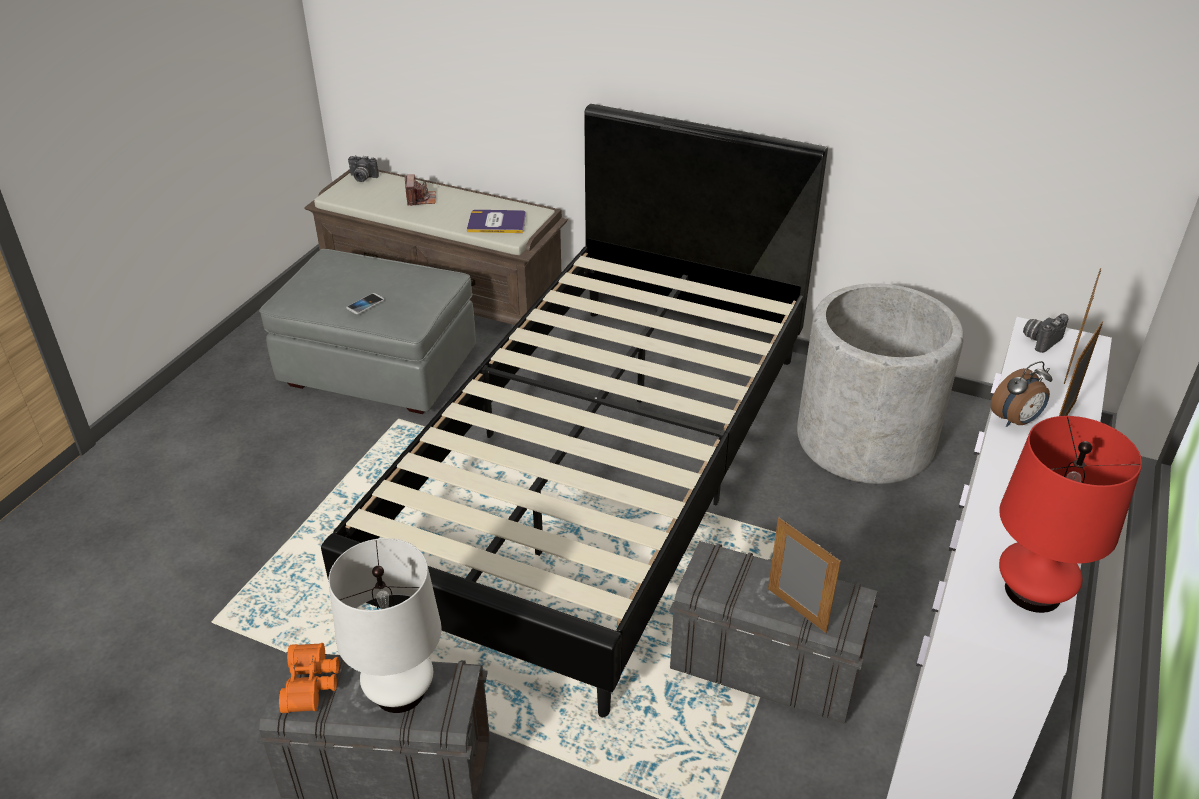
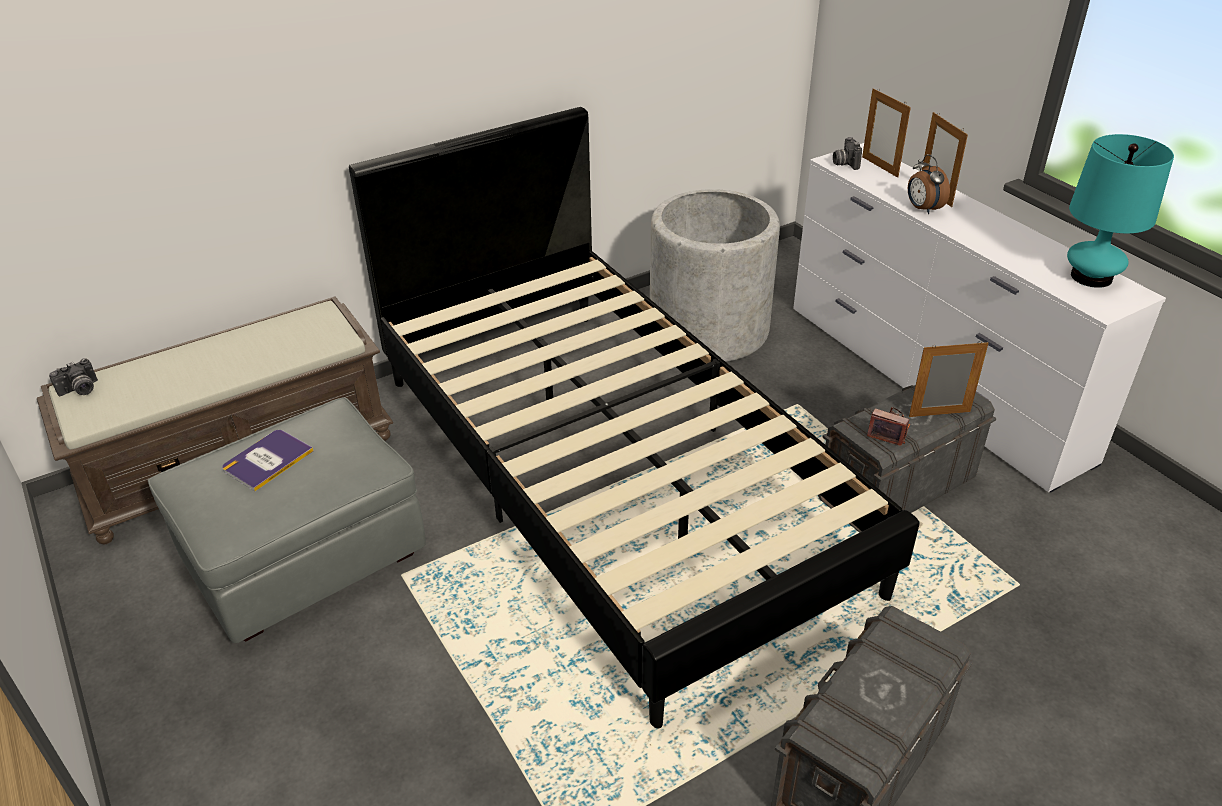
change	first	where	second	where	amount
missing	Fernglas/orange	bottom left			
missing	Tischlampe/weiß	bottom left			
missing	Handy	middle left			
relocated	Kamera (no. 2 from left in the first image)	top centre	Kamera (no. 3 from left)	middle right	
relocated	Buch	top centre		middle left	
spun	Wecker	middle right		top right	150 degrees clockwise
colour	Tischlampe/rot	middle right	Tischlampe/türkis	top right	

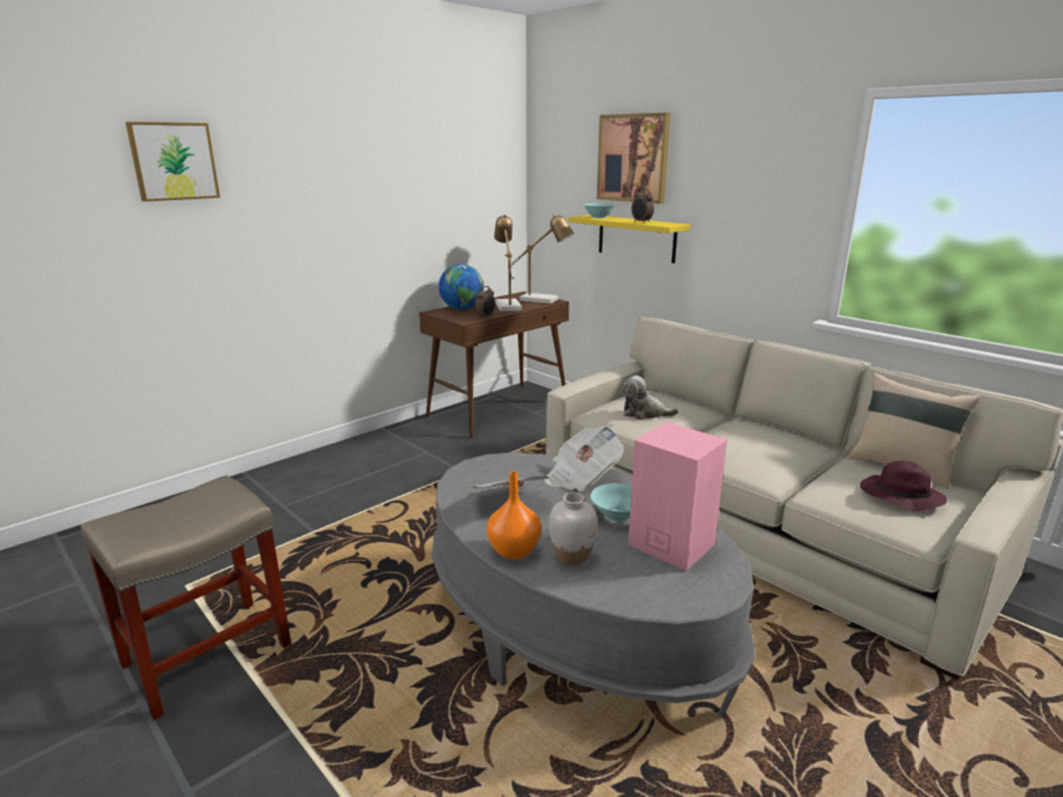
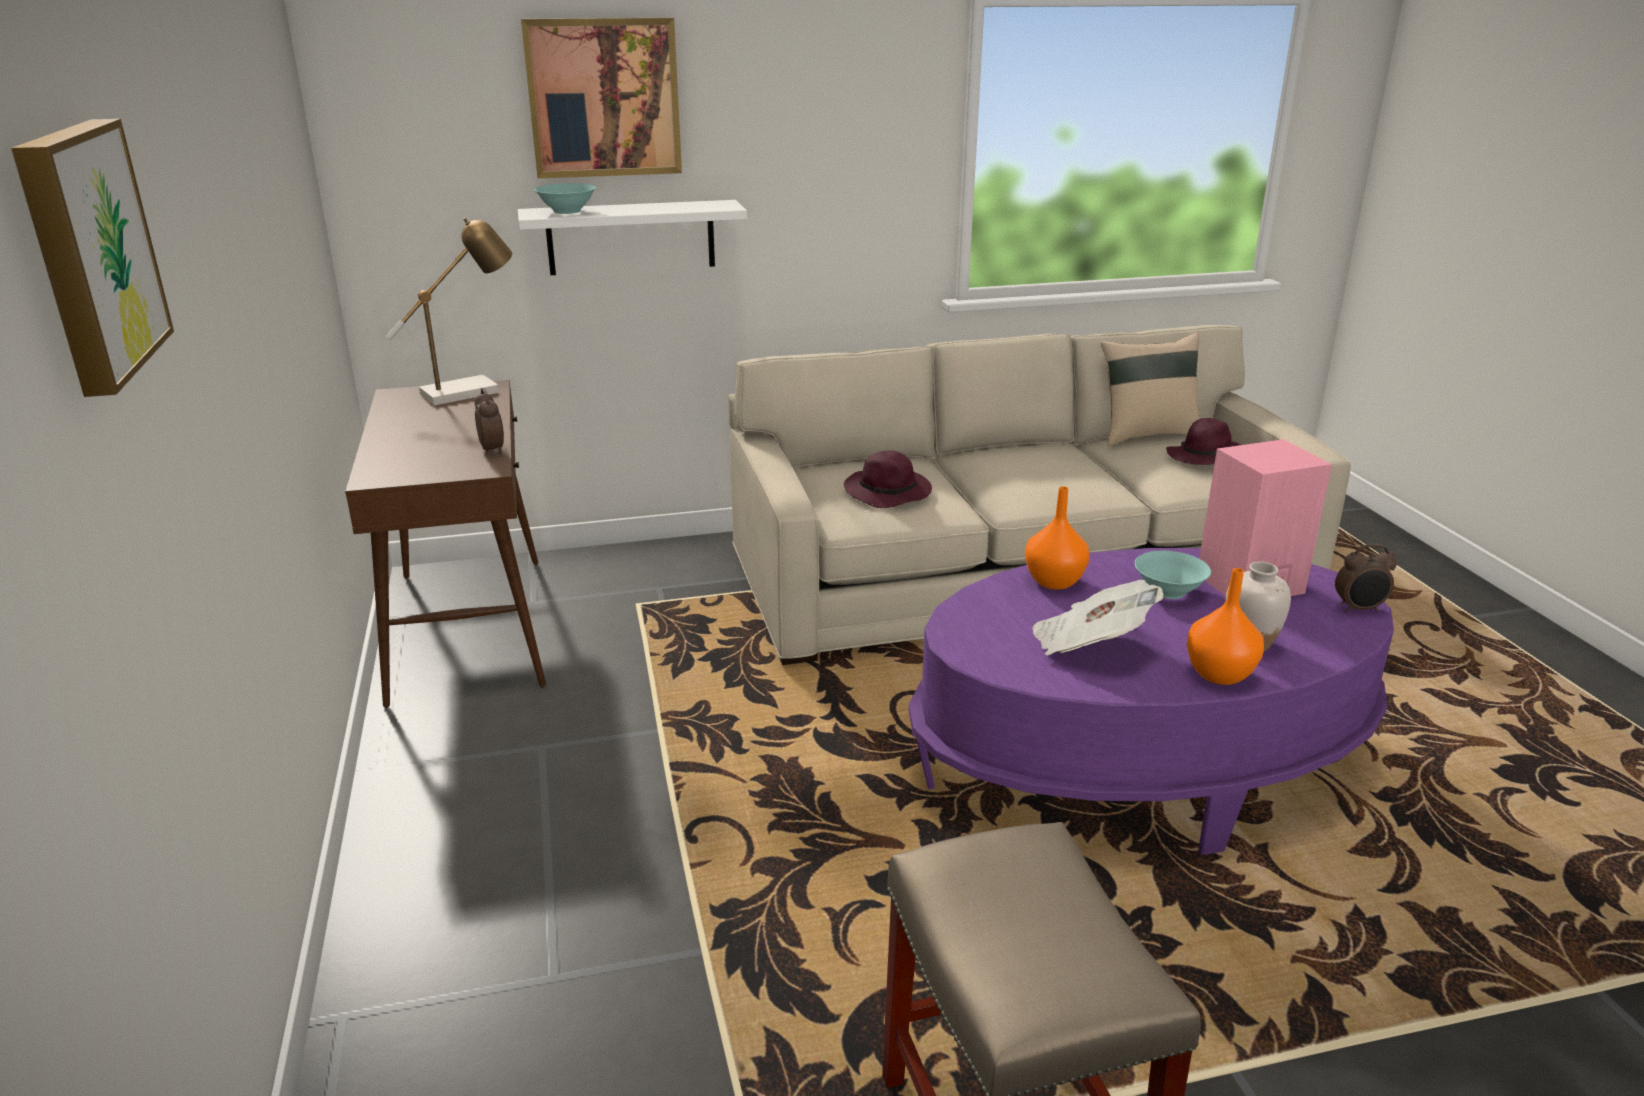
change	first	where	second	where	amount
colour	Couchtisch/grau	bottom centre	Couchtisch/lila	middle right	
missing	Globus	centre			
missing	Tischlampe (no. 1 from left)	top centre			
exchanged	Zeitung (no. 2 from left)	centre	Vase/orange (no. 1 from left)	centre	
colour	Wandregal/gelb	top centre	Wandregal/weiß	top centre	
exchanged	Plüschtier	centre	Hut/lila (no. 1 from left)	centre	
relocated	Wecker (no. 2 from left)	top centre		middle right	

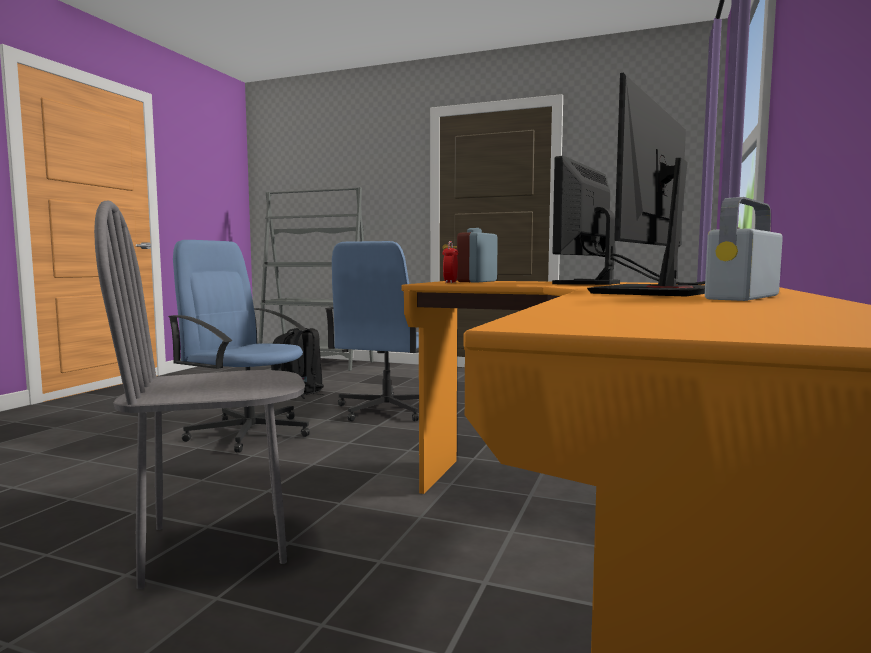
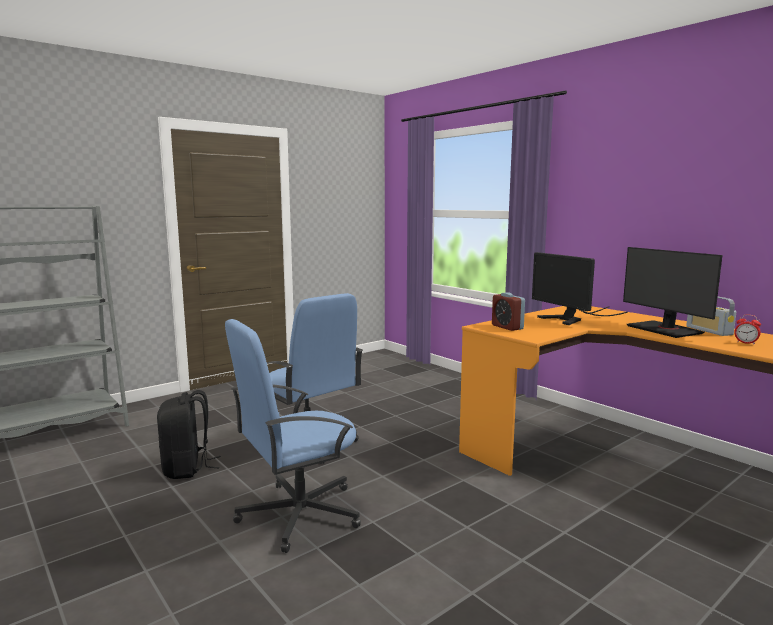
change	first	where	second	where	amount
missing	Stuhl/grau	middle left			
relocated	Wecker (no. 1 from left in the first image)	centre	Wecker (no. 2 from left)	middle right	

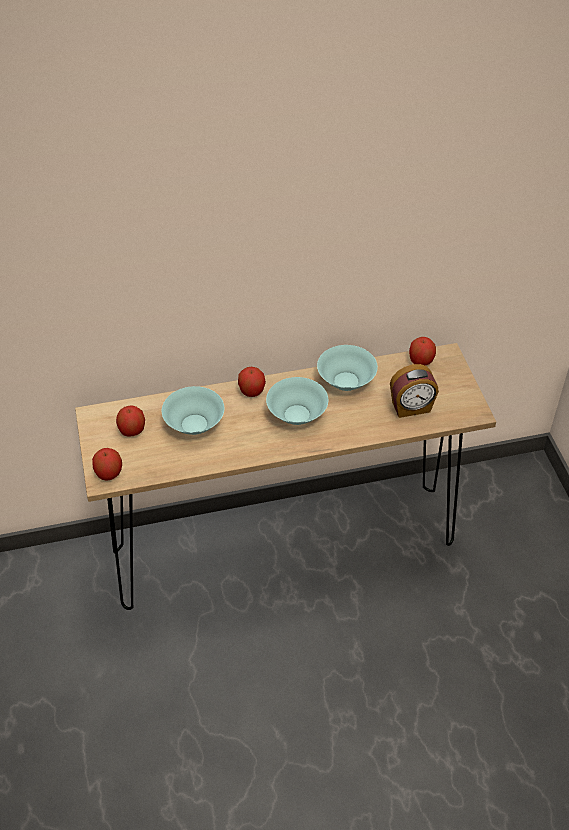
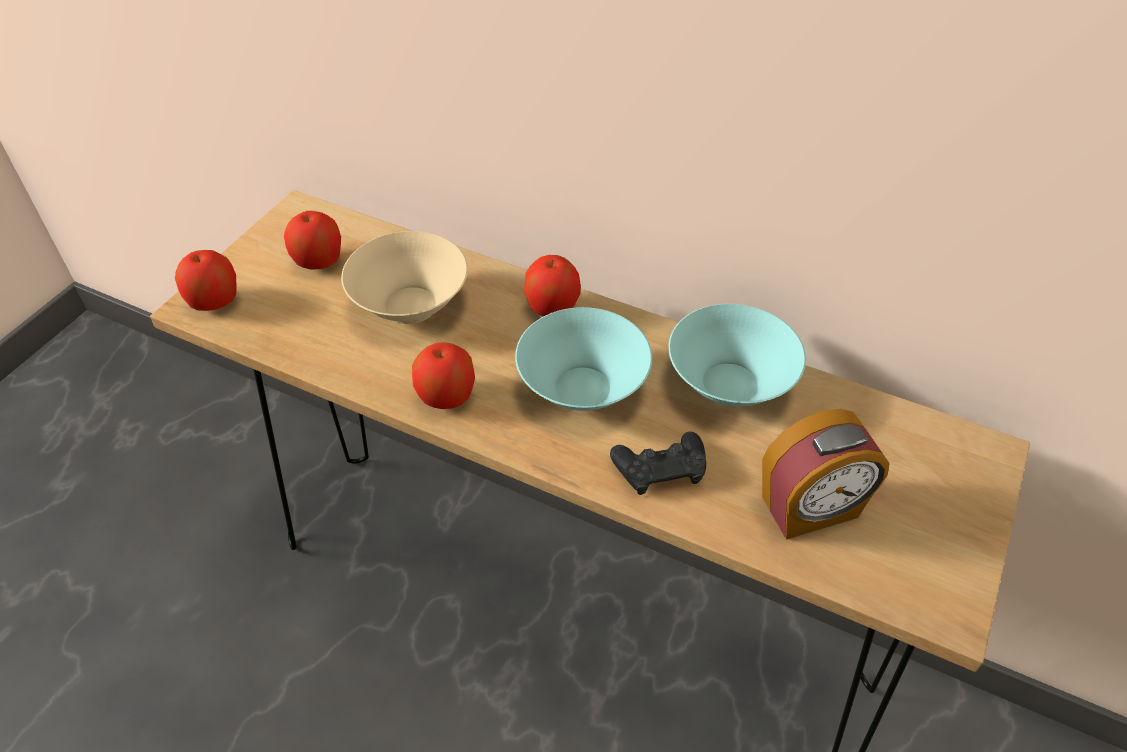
change	first	where	second	where	amount
colour	Schüssel/türkis (no. 1 from left)	centre	Schüssel/beige	centre	
spun	Wecker	middle right		middle right	45 degrees counterclockwise
relocated	Apfel (no. 4 from left in the first image)	middle right	Apfel (no. 3 from left)	centre	
appeared			Gamepad/schwarz	centre	

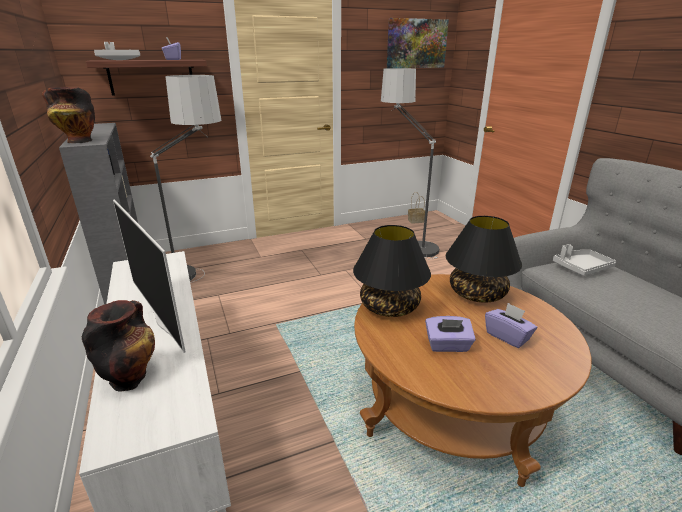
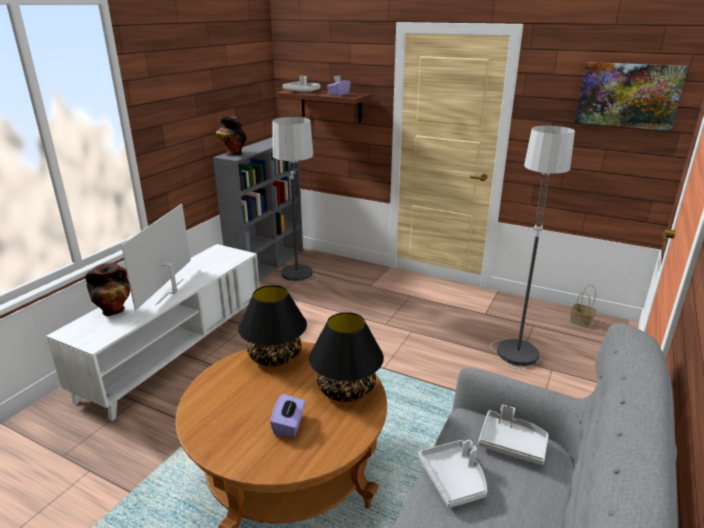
change	first	where	second	where	amount
missing	Taschentuchbox/lila (no. 2 from left)	centre			
appeared			Tablett/grau (no. 2 from left)	bottom centre	

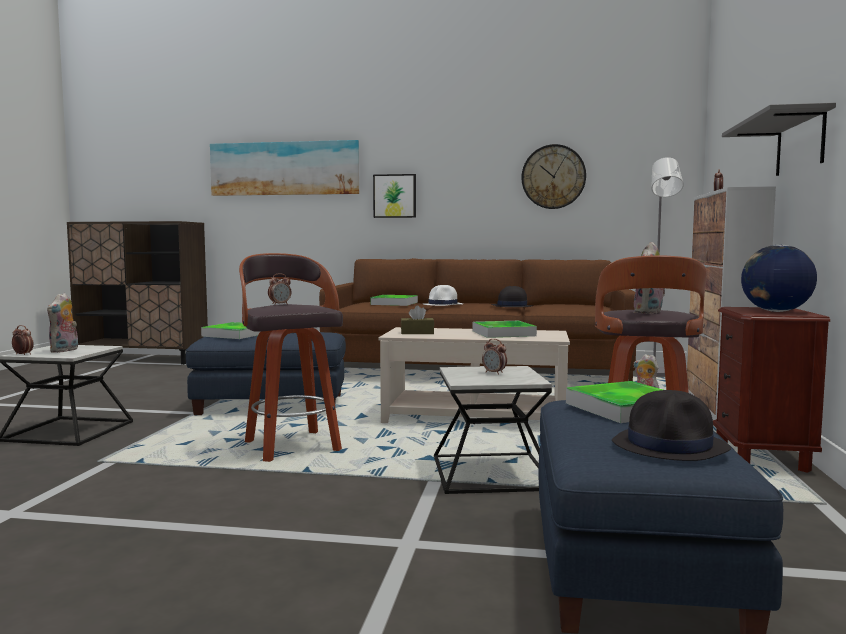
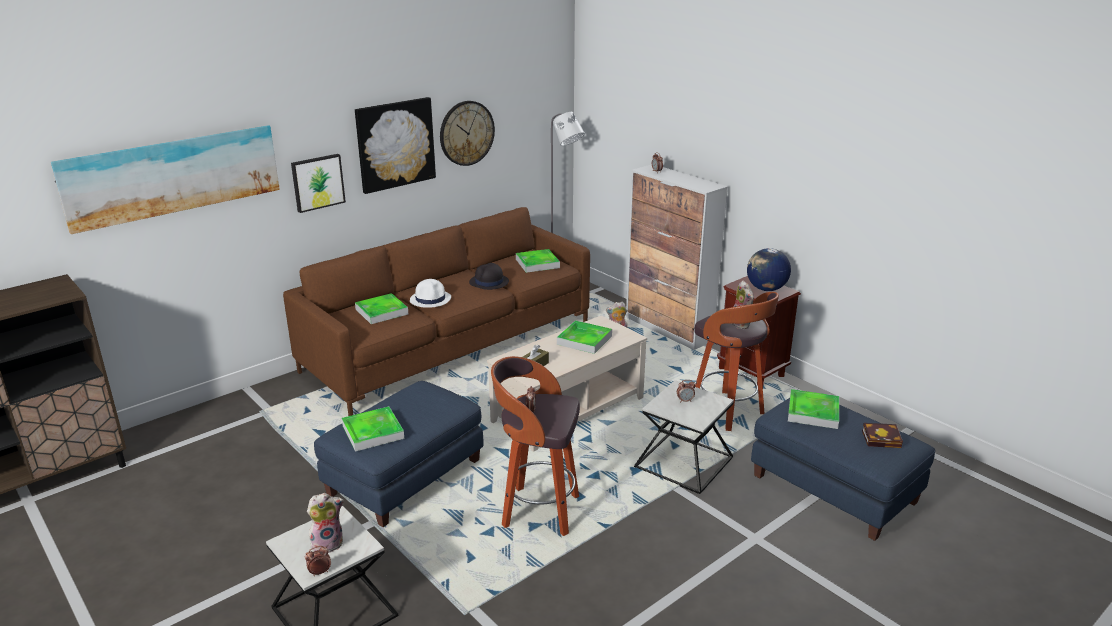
change	first	where	second	where	amount
spun	Plüschtier (no. 1 from left)	middle left		bottom left	75 degrees counterclockwise
exchanged	Hut/schwarz (no. 2 from left)	bottom right	Buch	bottom right	
missing	Wandregal/grau	top right			
appeared			Bild (no. 3 from left)	top centre	
appeared			Tablett (no. 3 from left)	centre	

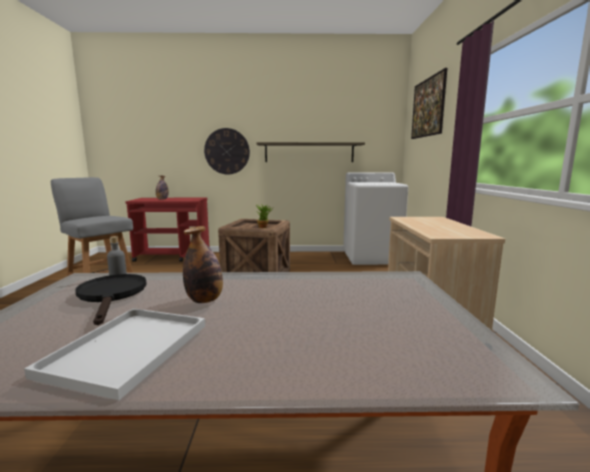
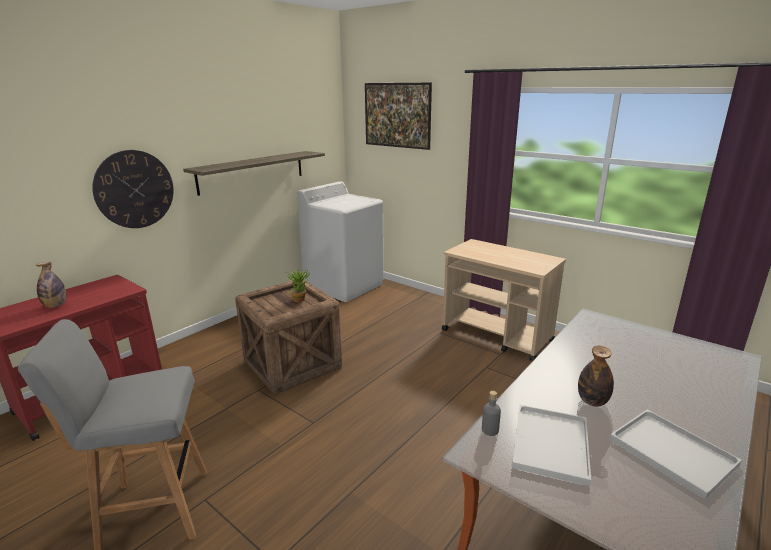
change	first	where	second	where	amount
exchanged	Pfanne/schwarz	middle left	Tablett/weiß (no. 1 from left)	bottom right	

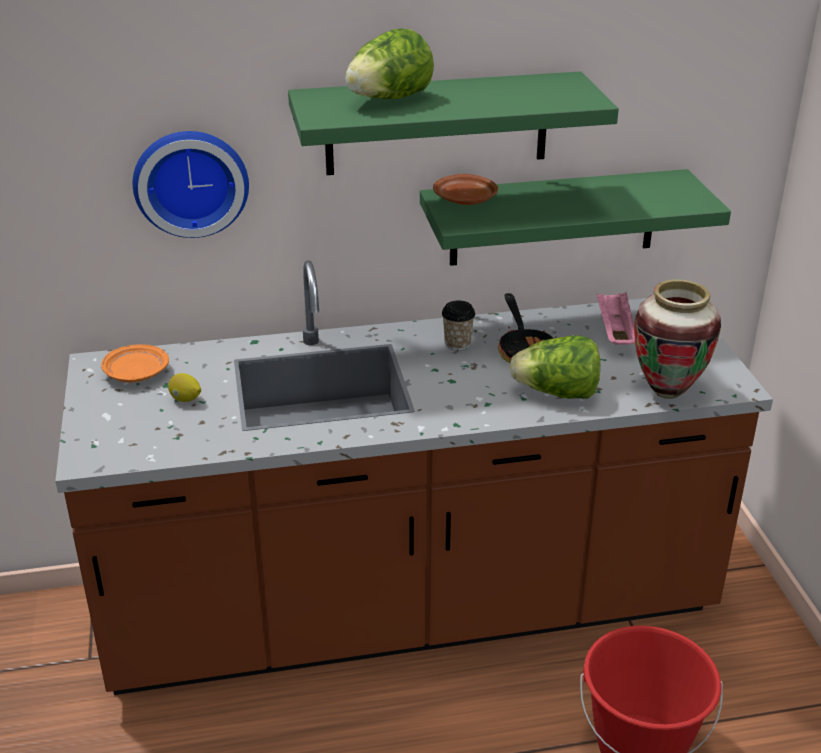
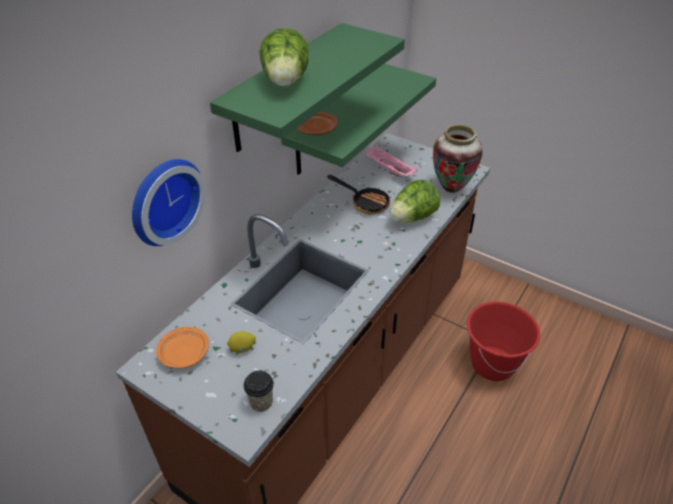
change	first	where	second	where	amount
relocated	Tasse	centre		bottom centre	

